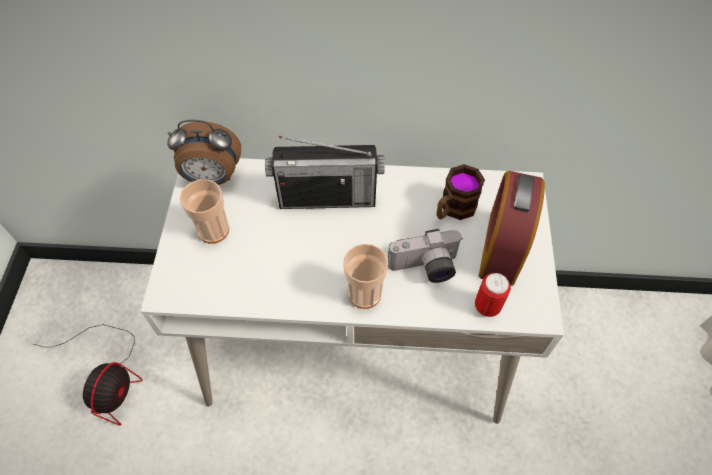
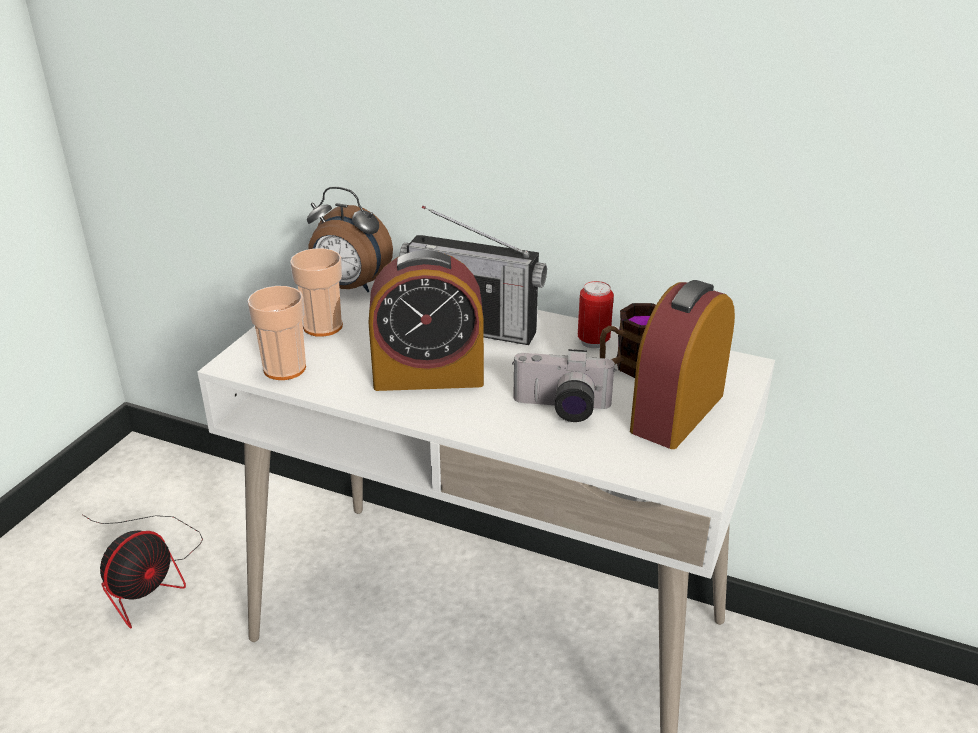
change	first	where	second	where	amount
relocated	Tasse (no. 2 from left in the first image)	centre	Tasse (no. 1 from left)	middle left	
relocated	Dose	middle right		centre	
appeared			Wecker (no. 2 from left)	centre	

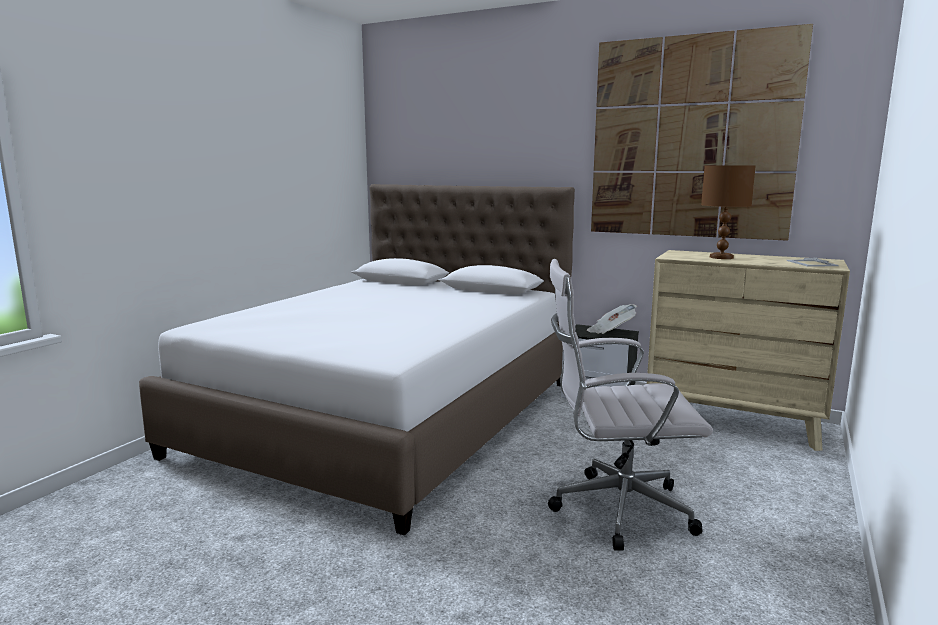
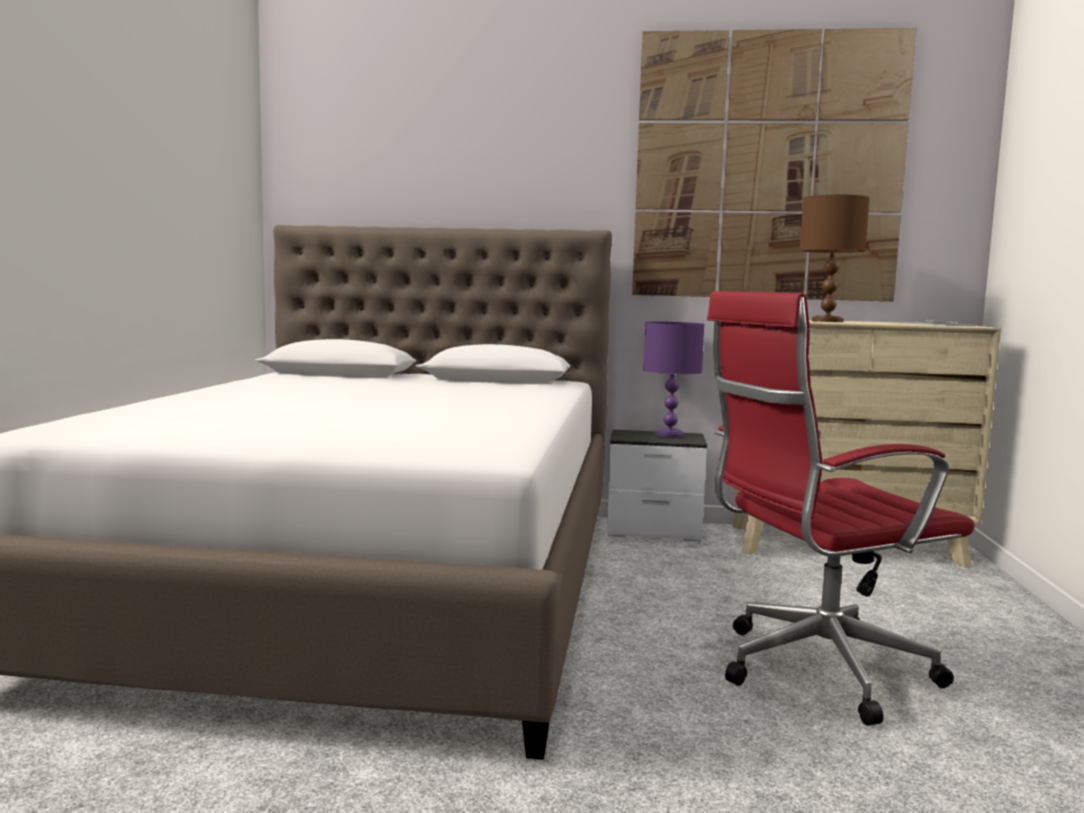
change	first	where	second	where	amount
colour	Bürostuhl/weiß	middle right	Bürostuhl/rot	middle right	
exchanged	Zeitung	centre	Tischlampe/lila	centre	

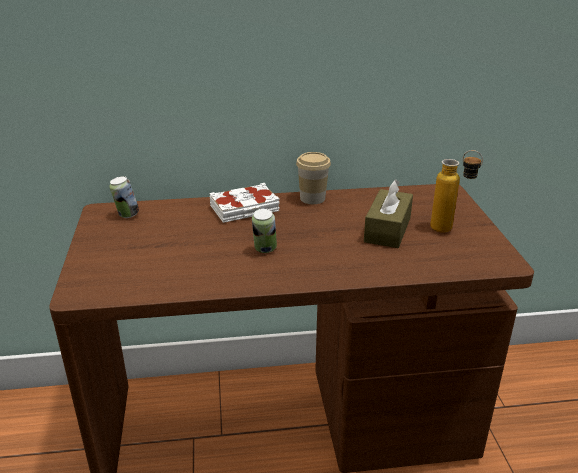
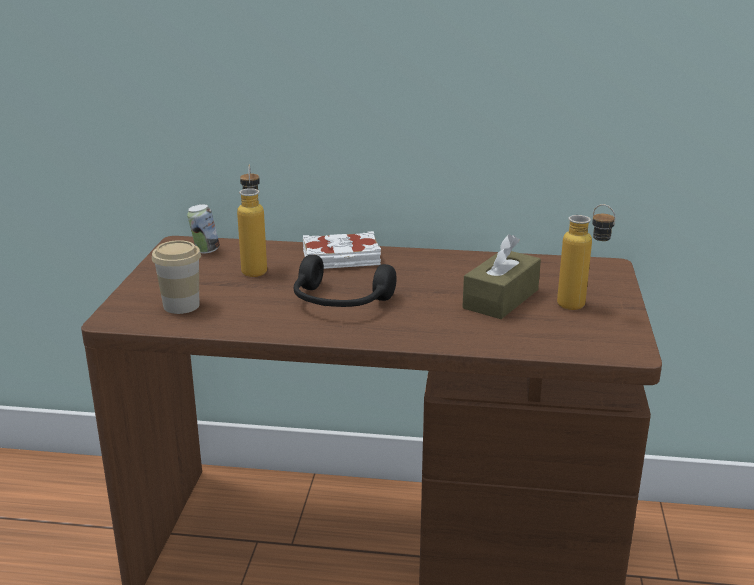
change	first	where	second	where	amount
exchanged	Dose (no. 2 from left)	centre	Kopfhörer/schwarz	centre	
relocated	Tasse	centre		middle left	
appeared			Flasche (no. 1 from left)	centre	

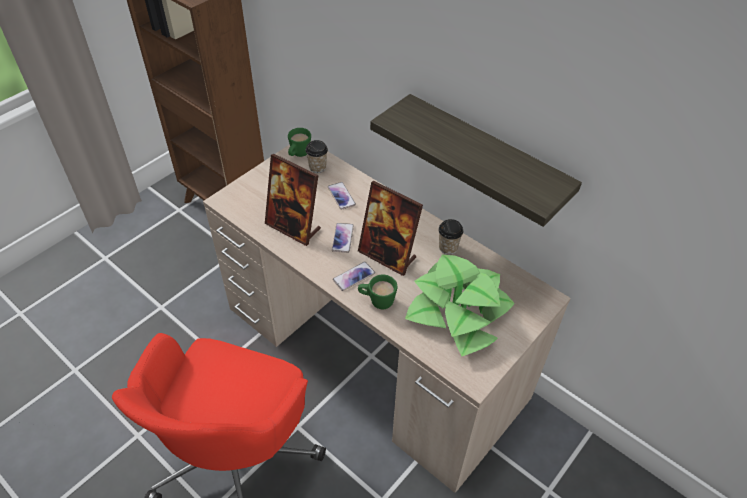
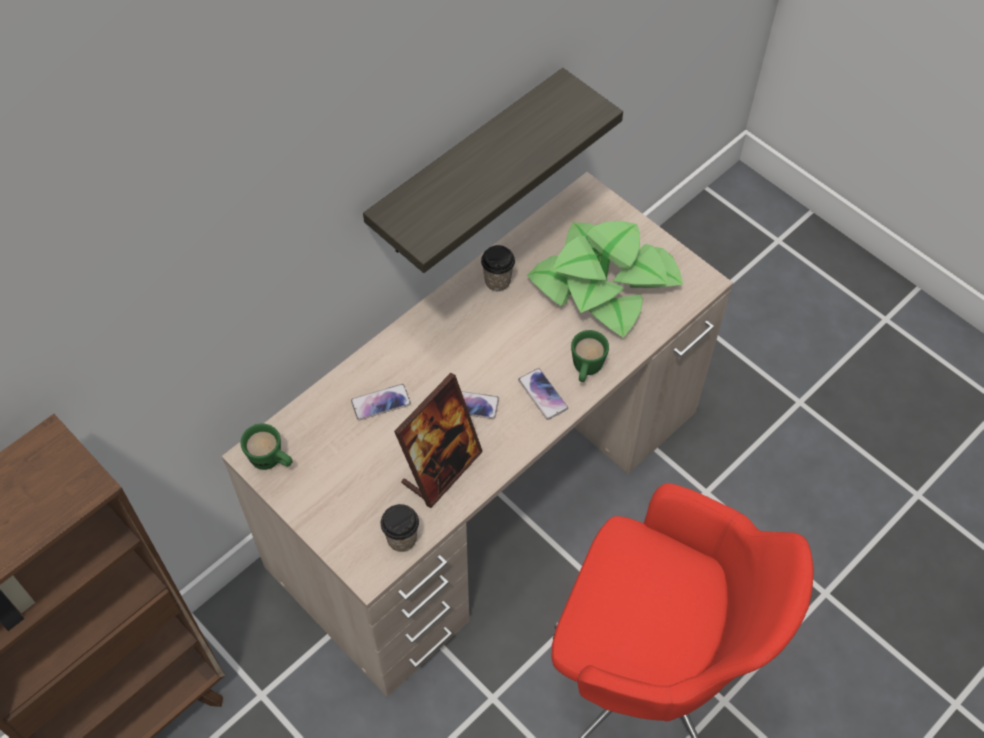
change	first	where	second	where	amount
relocated	Tasse (no. 1 from left)	top centre		bottom centre	
missing	Bilderrahmen (no. 2 from left)	centre			

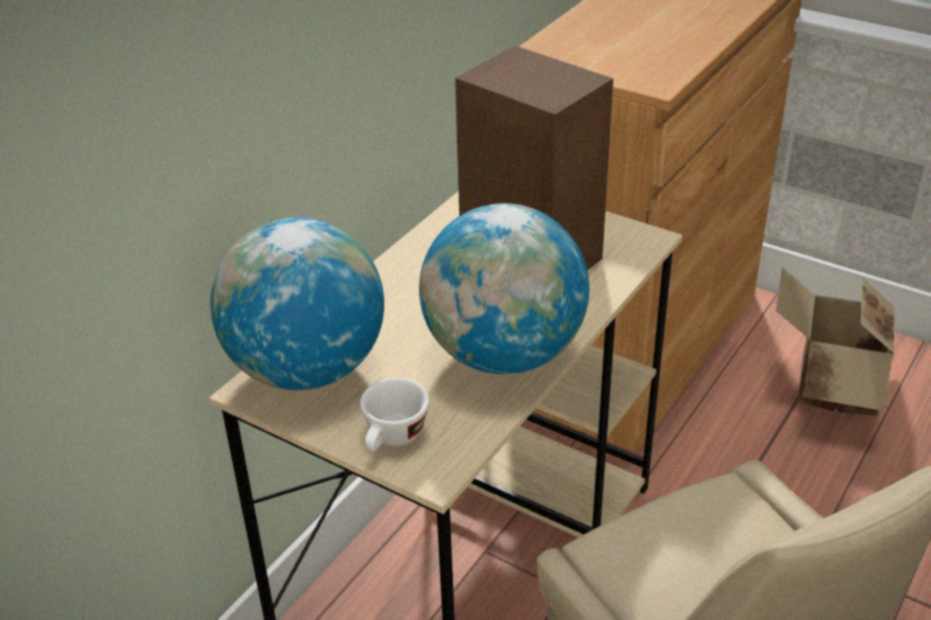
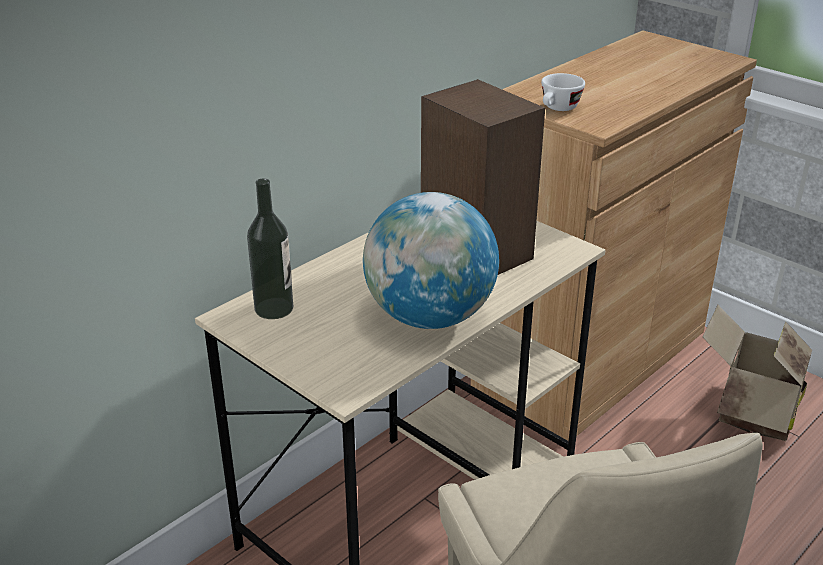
change	first	where	second	where	amount
exchanged	Globus (no. 1 from left)	middle left	Flasche	middle left	
relocated	Tasse/weiß	bottom centre		top right	

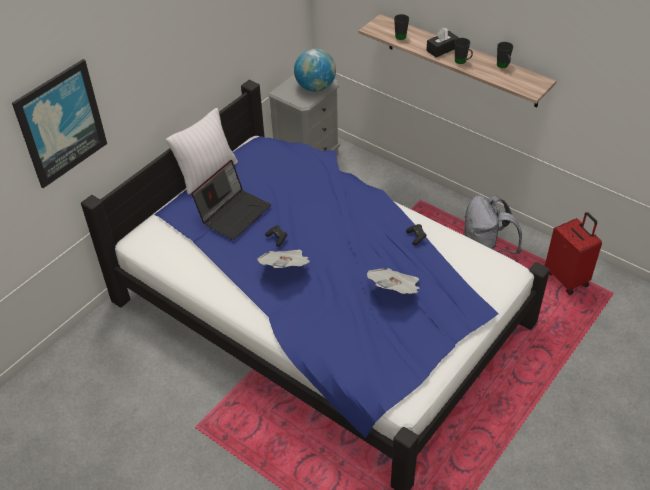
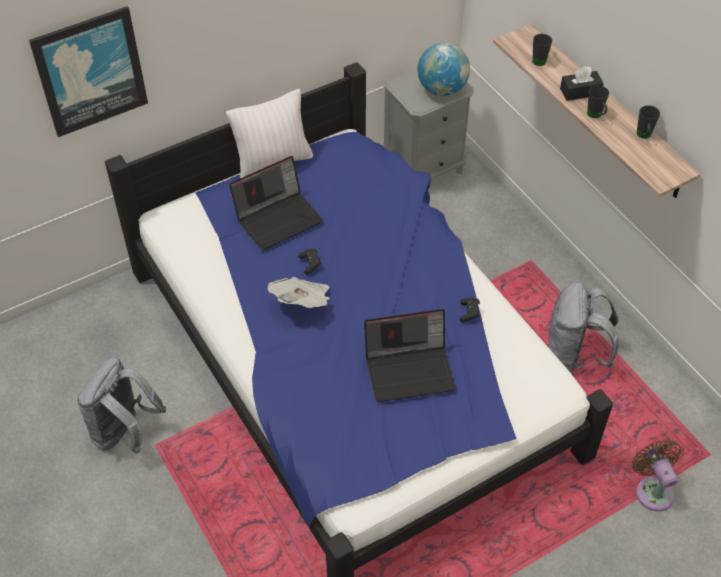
change	first	where	second	where	amount
exchanged	Zeitung (no. 2 from left)	centre	Laptop (no. 2 from left)	centre	
missing	Koffer/rot	middle right			
appeared			Rucksack/grau (no. 1 from left)	bottom left	
appeared			Ventilator/braun	bottom right	

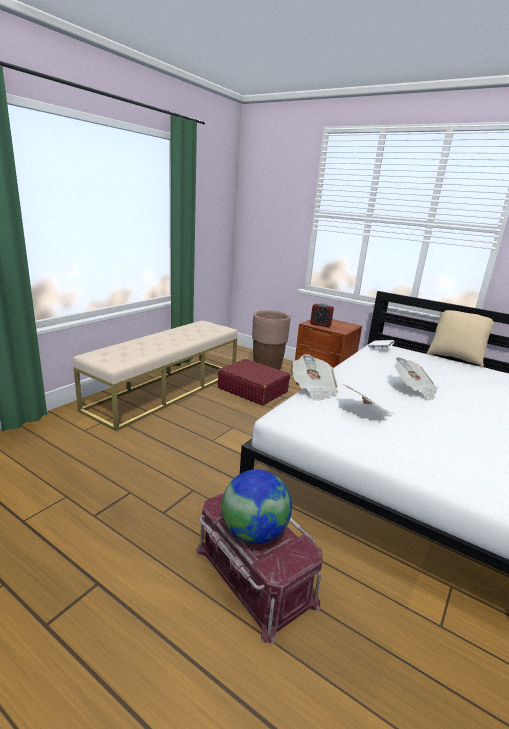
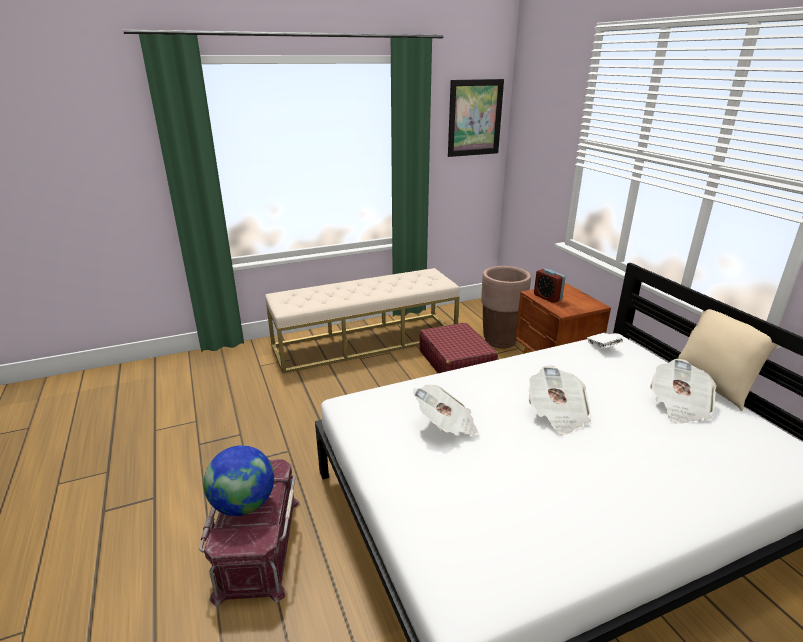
change	first	where	second	where	amount
relocated	Zeitung (no. 1 from left in the first image)	centre	Zeitung (no. 3 from left)	middle right	
appeared			Bild	top centre	

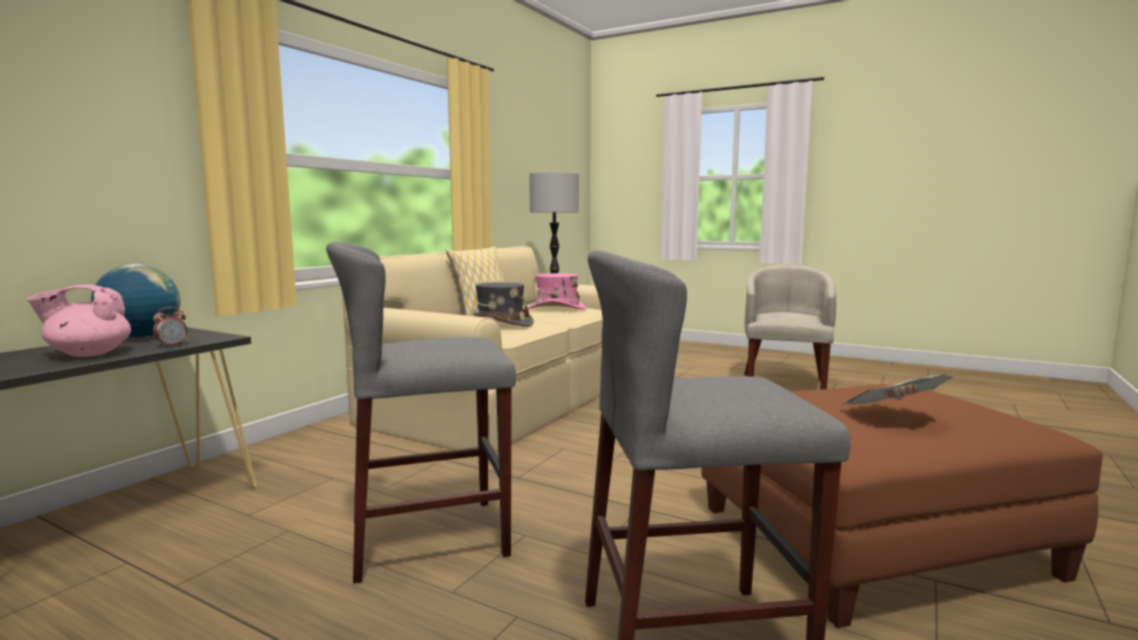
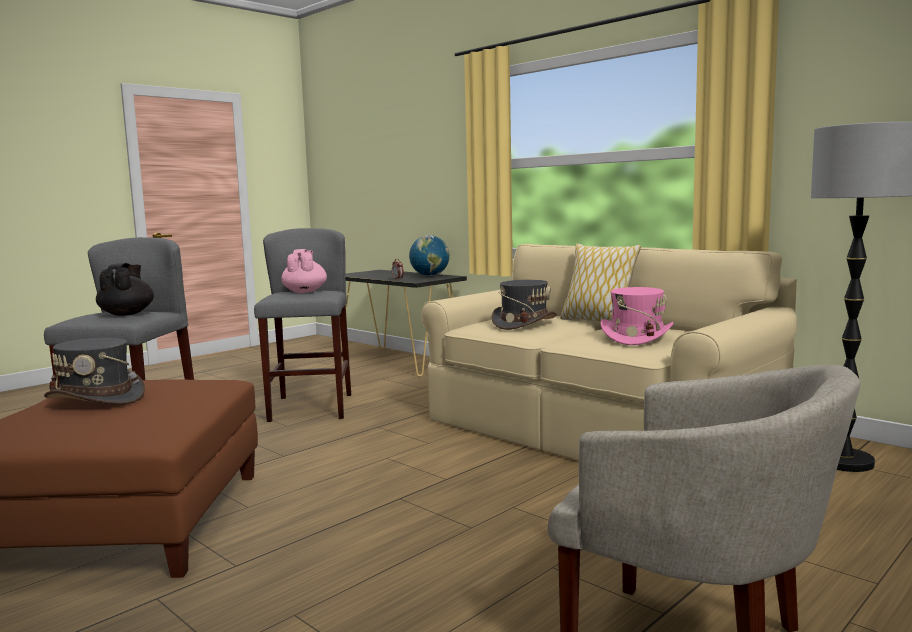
change	first	where	second	where	amount
relocated	Teekanne/rosa	middle left		centre	
exchanged	Zeitung	middle right	Hut/grau (no. 1 from left)	middle left	
appeared			Teekanne/schwarz	middle left	

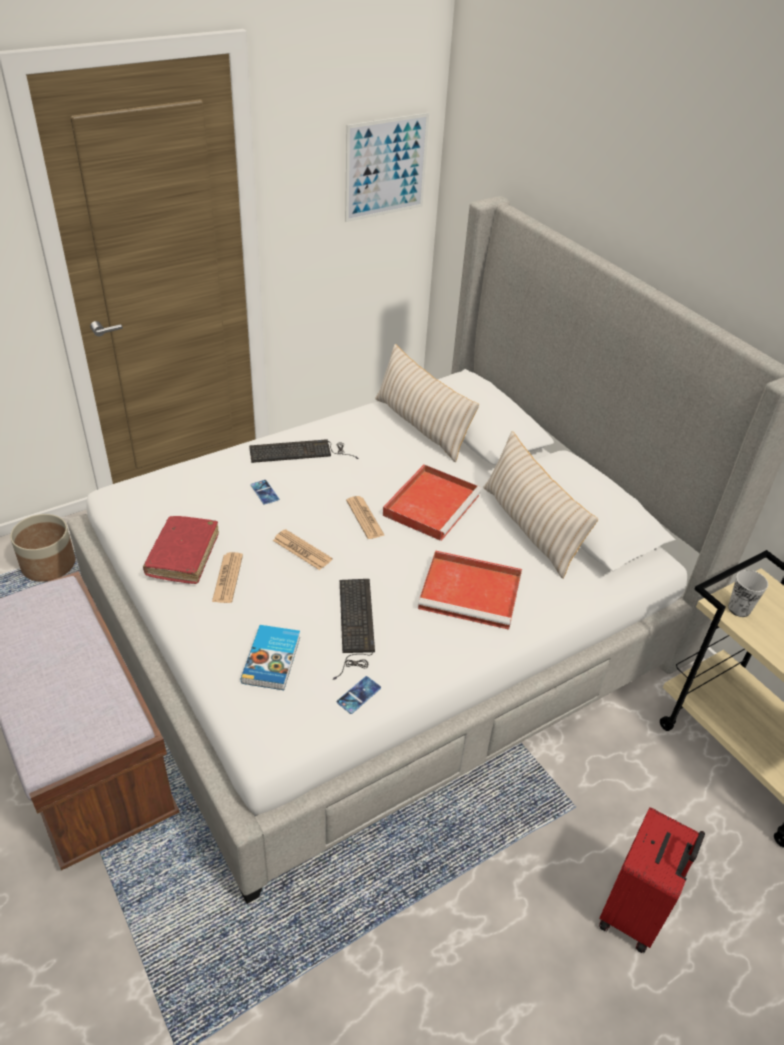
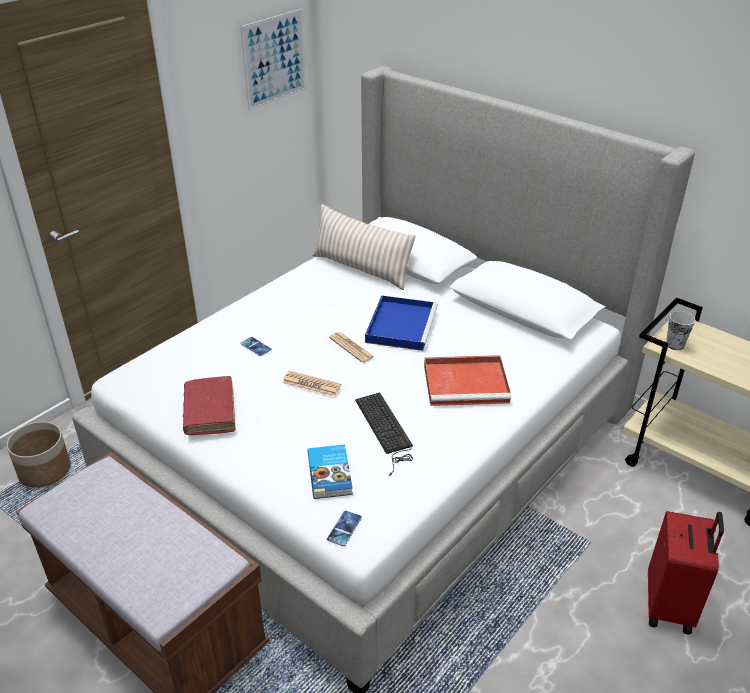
change	first	where	second	where	amount
missing	Zeitung (no. 1 from left)	middle left			
missing	Tastatur (no. 1 from left)	centre			
relocated	Handy (no. 2 from left)	centre		bottom centre	
colour	Tablett/rot (no. 1 from left)	centre	Tablett/blau	centre	
missing	Kissen/beige (no. 2 from left)	middle right			

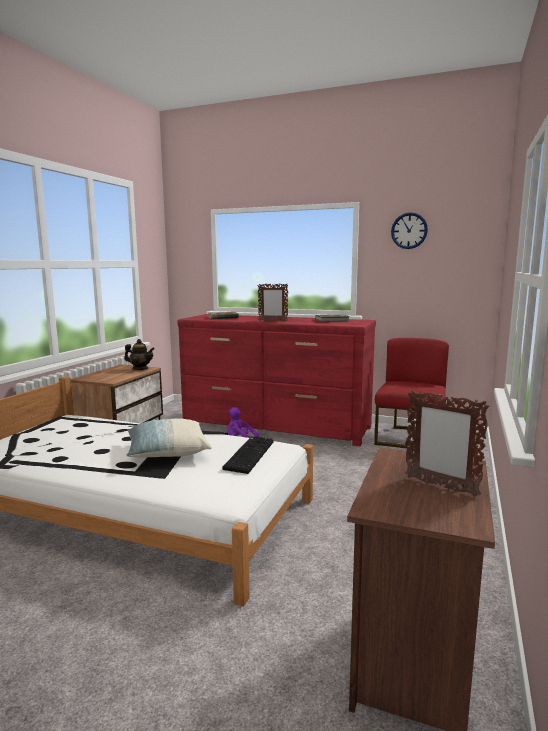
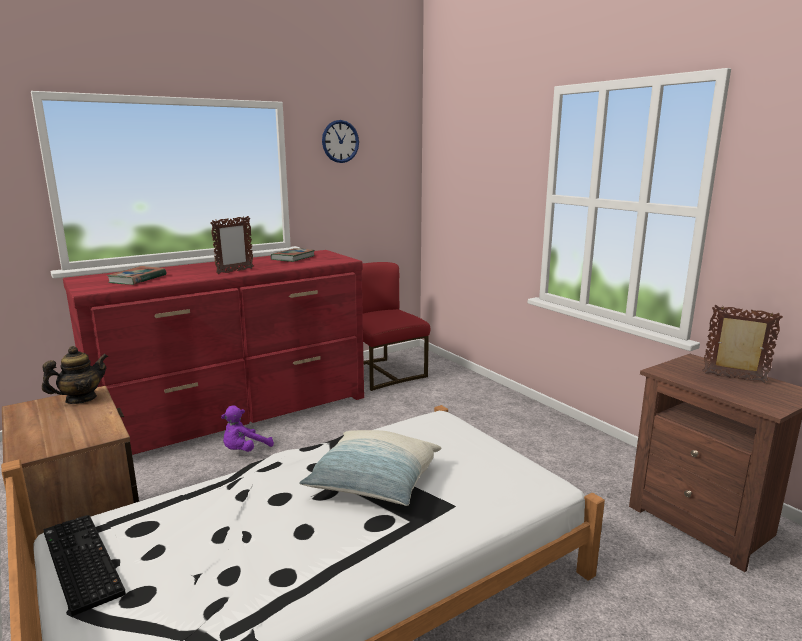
change	first	where	second	where	amount
relocated	Tastatur	centre		bottom left	
spun	Bilderrahmen (no. 2 from left)	middle right		middle right	135 degrees counterclockwise

